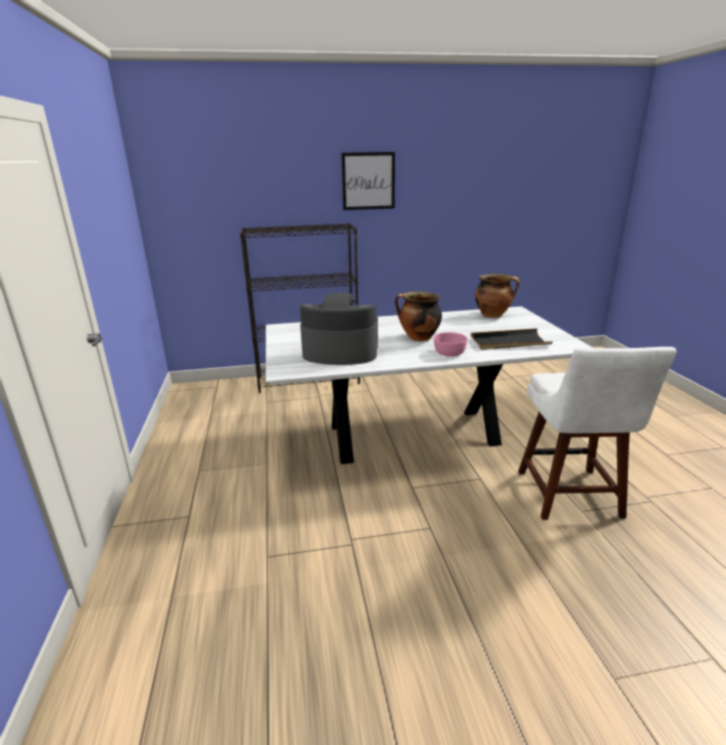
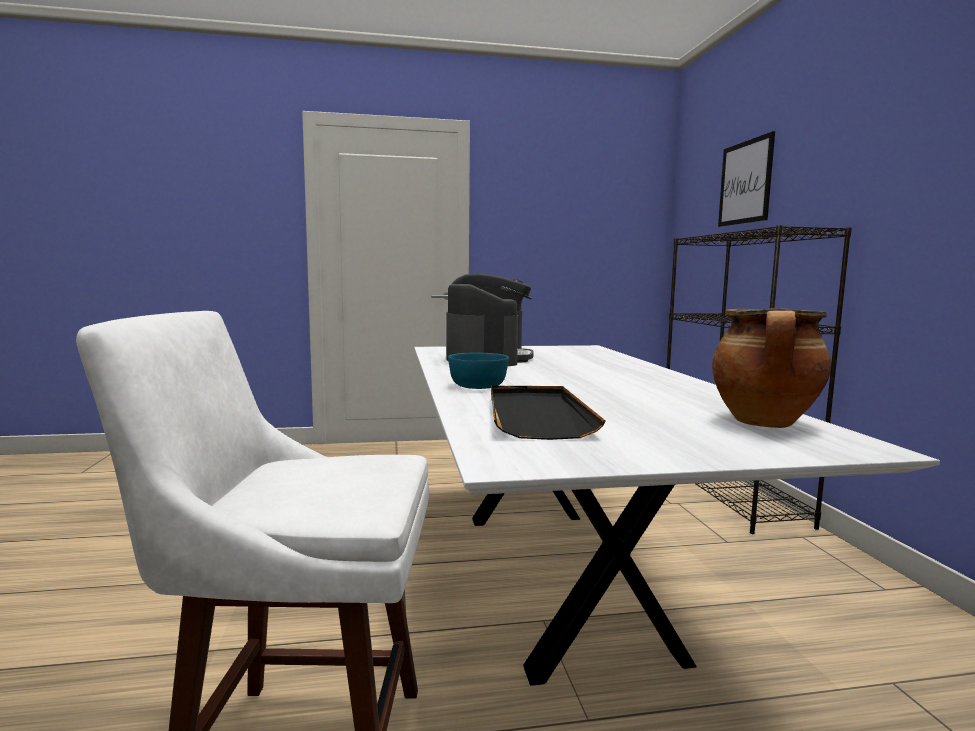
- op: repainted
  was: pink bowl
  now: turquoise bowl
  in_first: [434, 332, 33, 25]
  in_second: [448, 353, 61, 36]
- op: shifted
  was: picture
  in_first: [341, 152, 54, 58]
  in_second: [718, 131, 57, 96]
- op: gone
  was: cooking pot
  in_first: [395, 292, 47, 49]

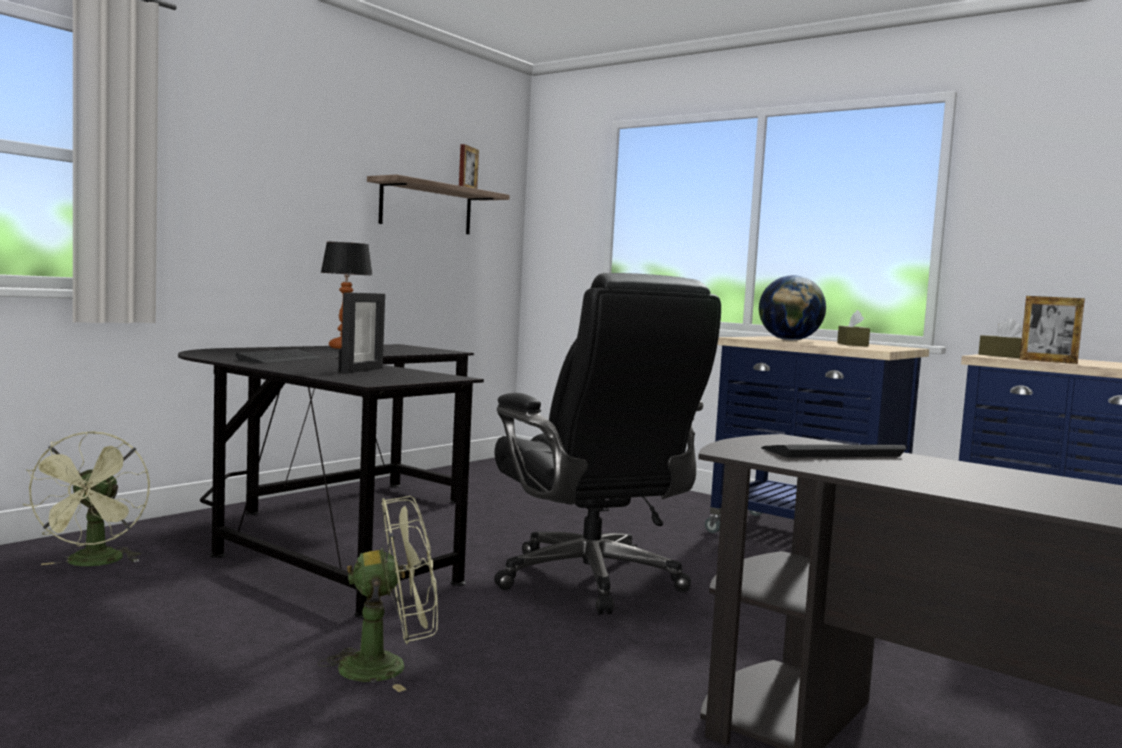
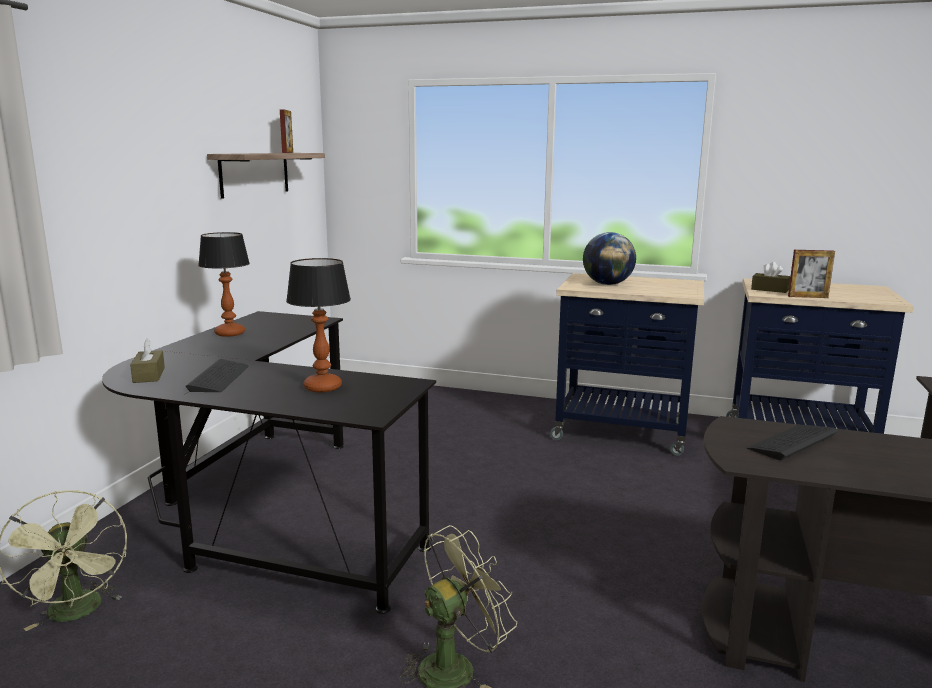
- op: shifted
  was: brown tissue box
  in_first: [837, 310, 33, 37]
  in_second: [130, 339, 35, 44]
- op: swapped
  was: picture frame
  now: table lamp
  in_first: [338, 292, 47, 81]
  in_second: [286, 258, 65, 134]
- op: gone
  was: black office chair
  in_first: [494, 273, 227, 341]

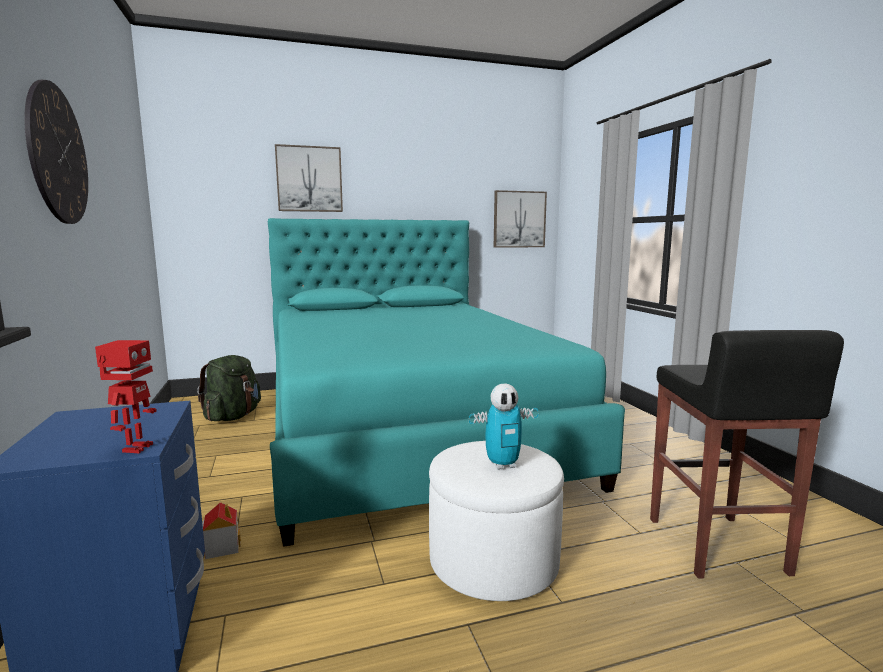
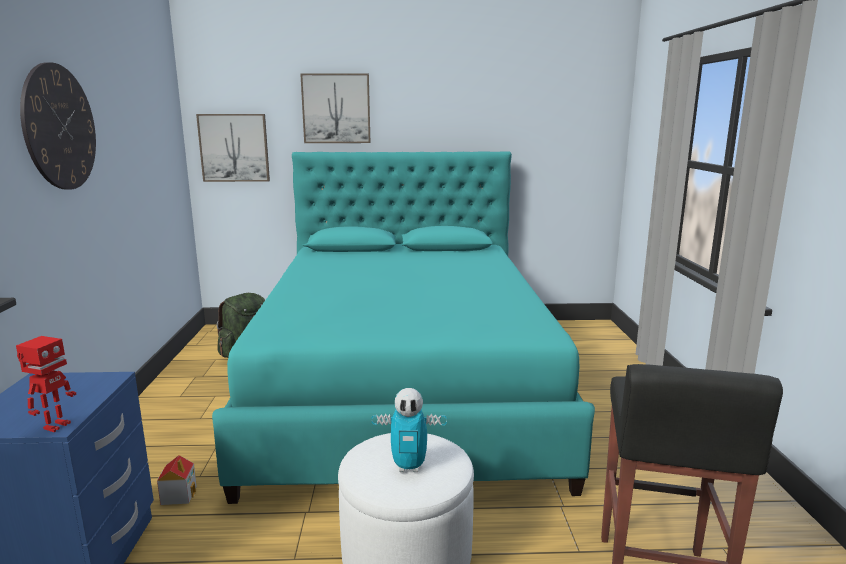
- op: shifted
  was: picture
  in_first: [494, 190, 53, 58]
  in_second: [196, 114, 74, 68]

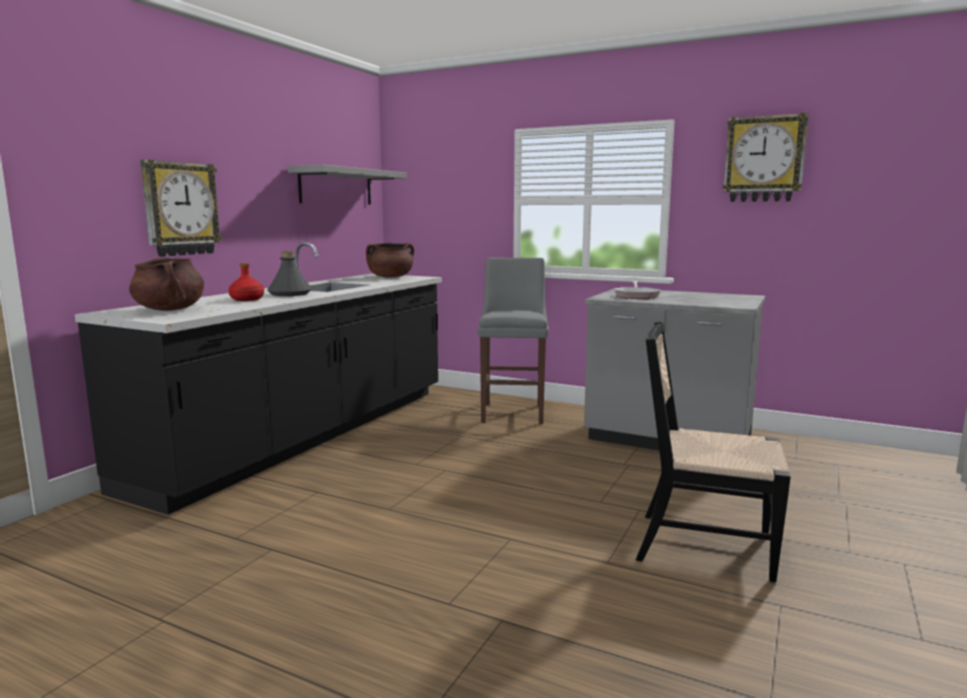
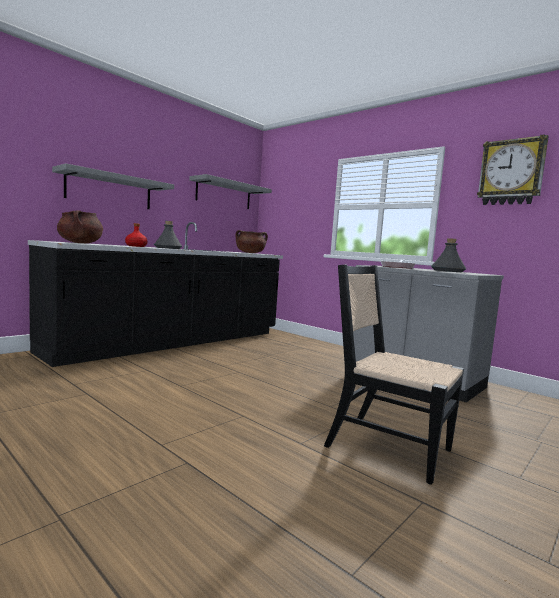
- op: swapped
  was: wall clock
  now: grey shelf
  in_first: [140, 160, 82, 97]
  in_second: [52, 163, 122, 46]
- op: new
  now: grey bottle
  in_second: [431, 238, 35, 34]
- op: gone
  was: grey stool
  in_first: [478, 257, 71, 167]

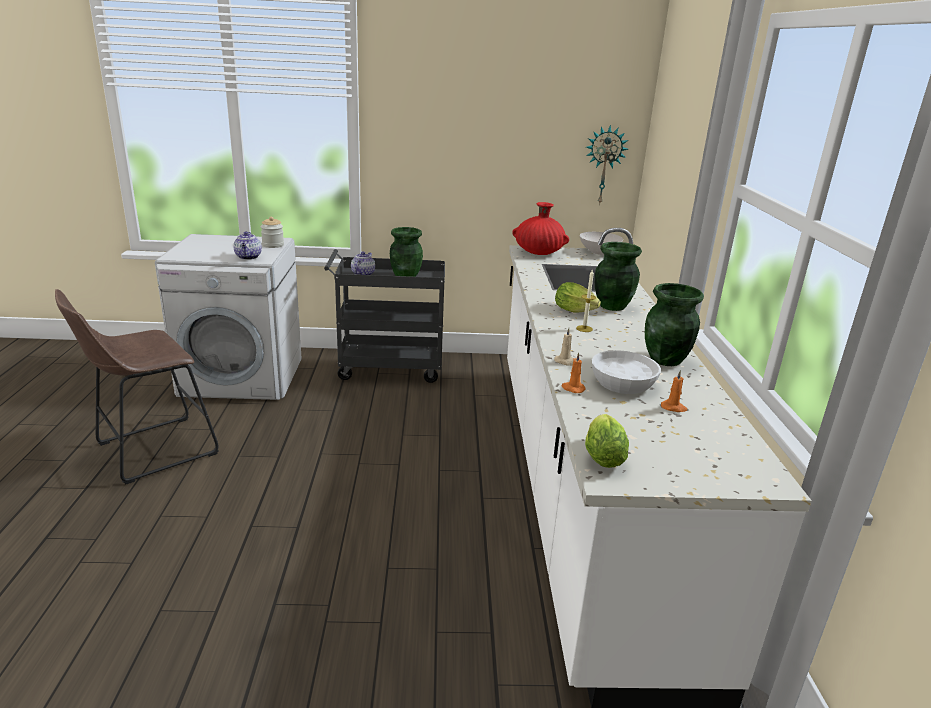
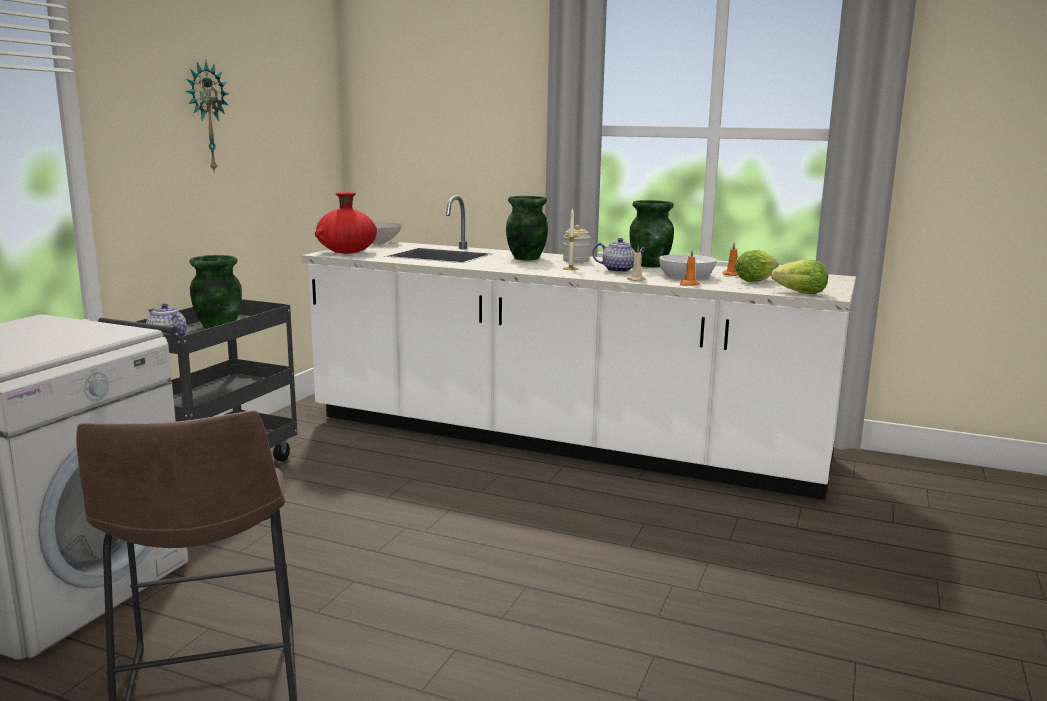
- op: shifted
  was: wall clock
  in_first: [586, 125, 42, 80]
  in_second: [186, 61, 43, 112]
- op: shifted
  was: jar
  in_first: [261, 217, 23, 31]
  in_second: [563, 225, 27, 38]
- op: shifted
  was: teapot
  in_first: [233, 232, 29, 28]
  in_second: [592, 238, 55, 34]
- op: shifted
  was: lettuce
  in_first: [555, 282, 46, 30]
  in_second: [735, 250, 44, 32]

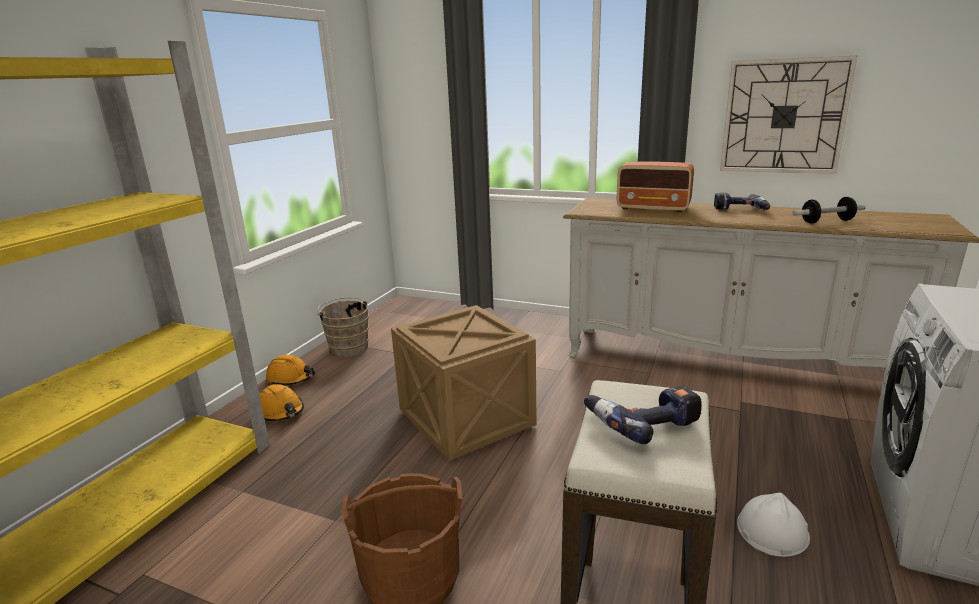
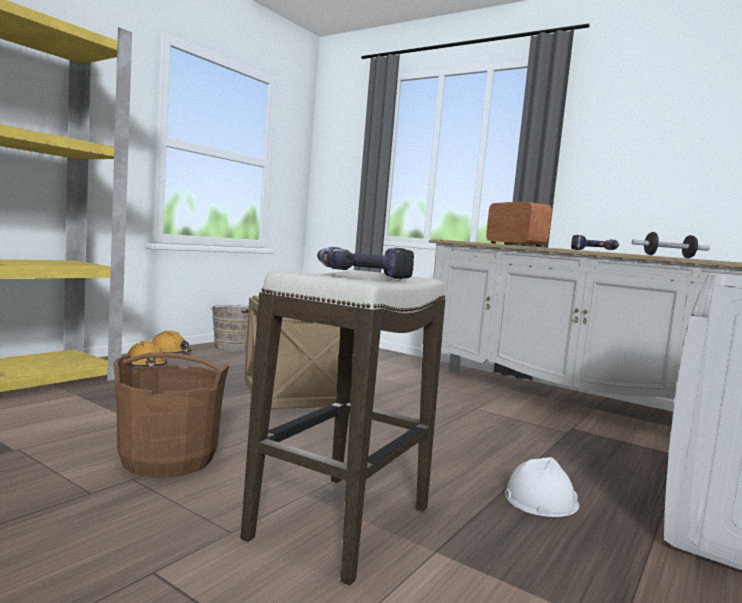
- op: rotated
  was: radio
  in_first: [616, 161, 78, 51]
  in_second: [486, 202, 66, 45]
  clockwise: -150
- op: gone
  was: wall clock
  in_first: [720, 55, 138, 119]

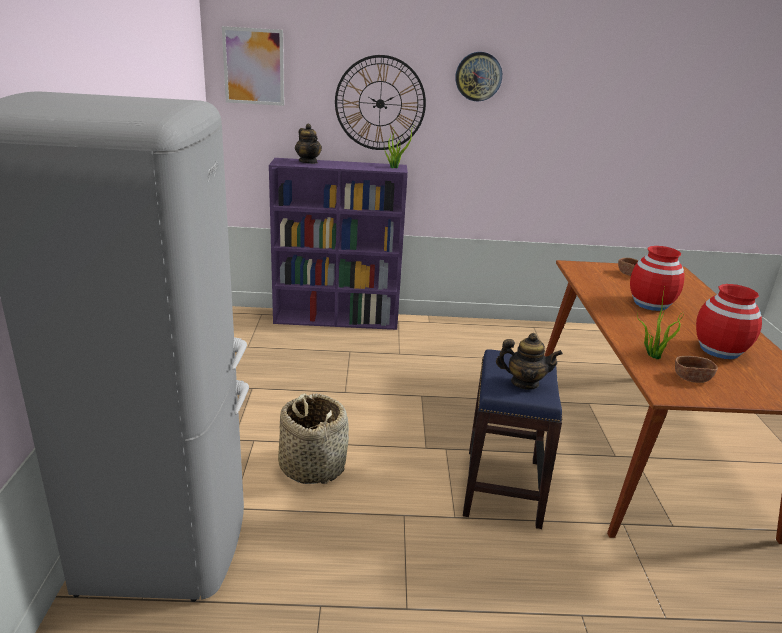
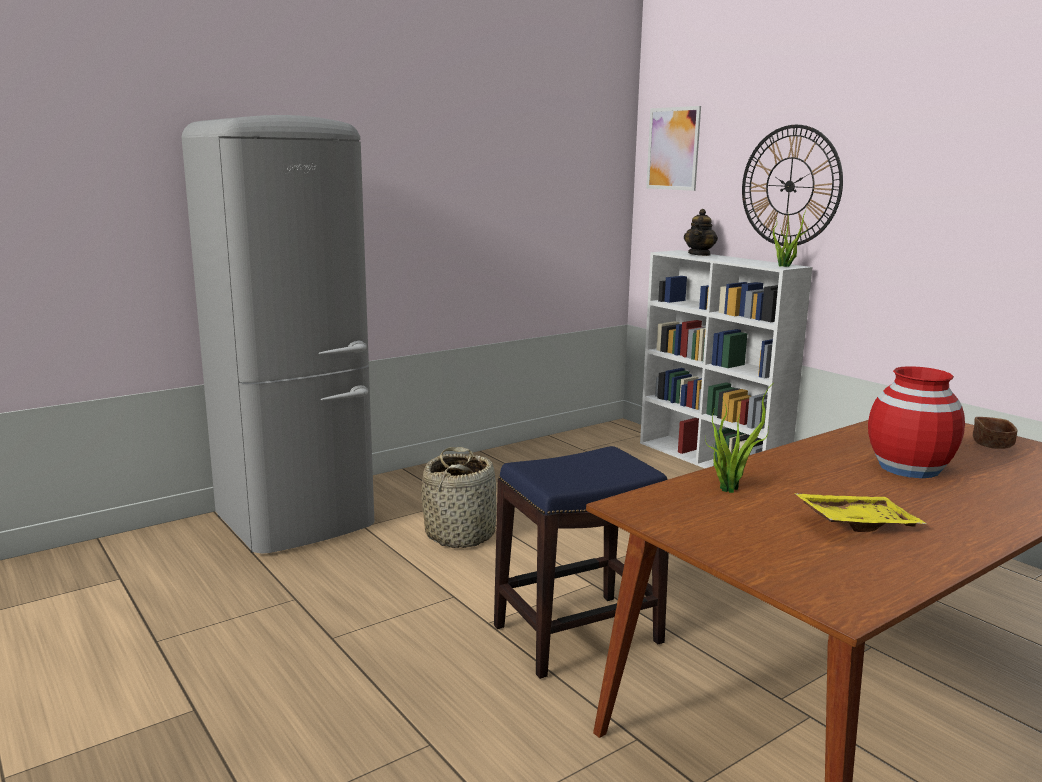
- op: repainted
  was: purple bookcase
  now: white bookcase
  in_first: [269, 158, 139, 172]
  in_second: [640, 250, 173, 218]
- op: swapped
  was: red vase
  now: yellow tray
  in_first: [696, 284, 66, 75]
  in_second: [794, 493, 133, 39]
- op: gone
  was: wall clock
  in_first: [455, 52, 47, 49]
- op: gone
  was: teapot
  in_first: [496, 333, 67, 57]
- op: gone
  was: brown bowl
  in_first: [675, 356, 43, 27]

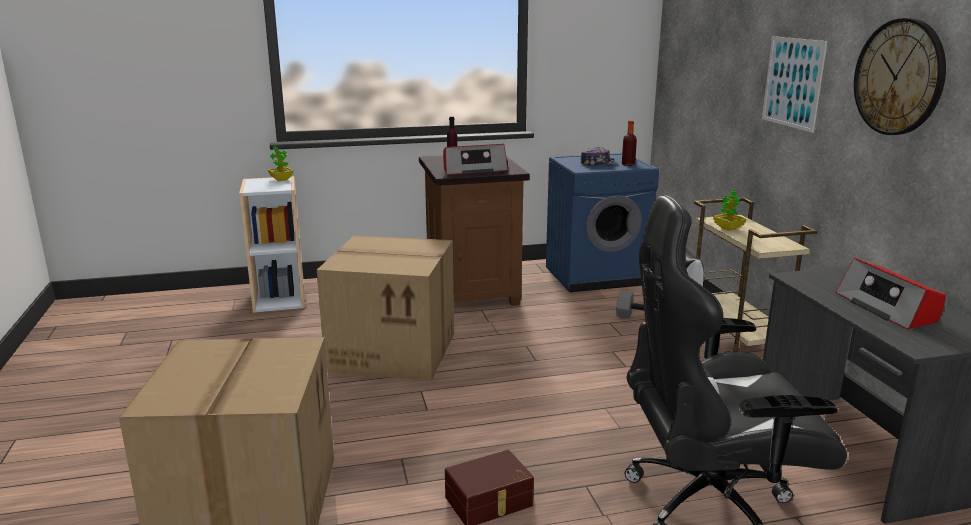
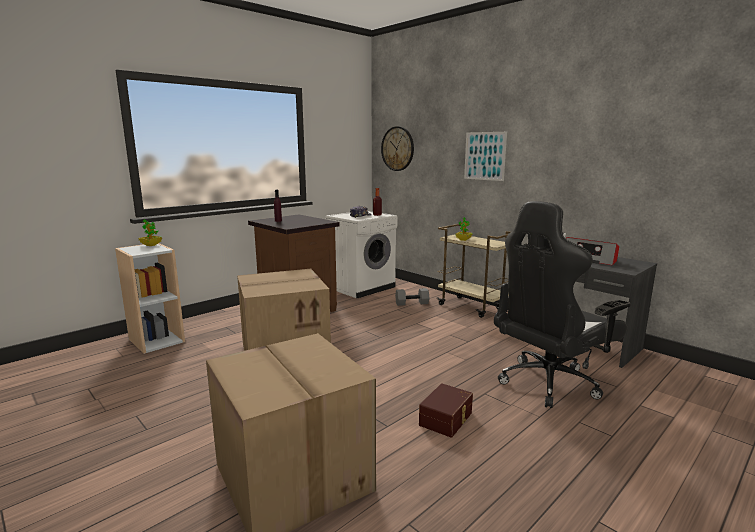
- op: repainted
  was: blue washing machine
  now: white washing machine
  in_first: [546, 153, 113, 139]
  in_second: [325, 211, 73, 88]
- op: shifted
  was: wall clock
  in_first: [854, 18, 92, 117]
  in_second: [381, 126, 33, 45]
- op: gone
  was: radio
  in_first: [443, 144, 65, 31]

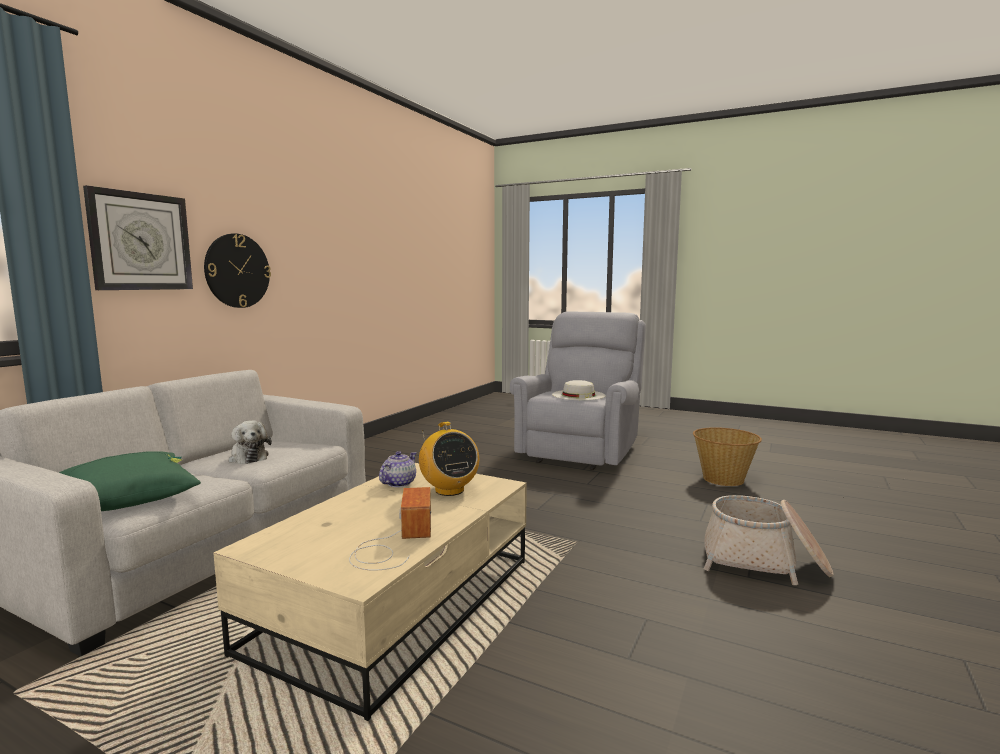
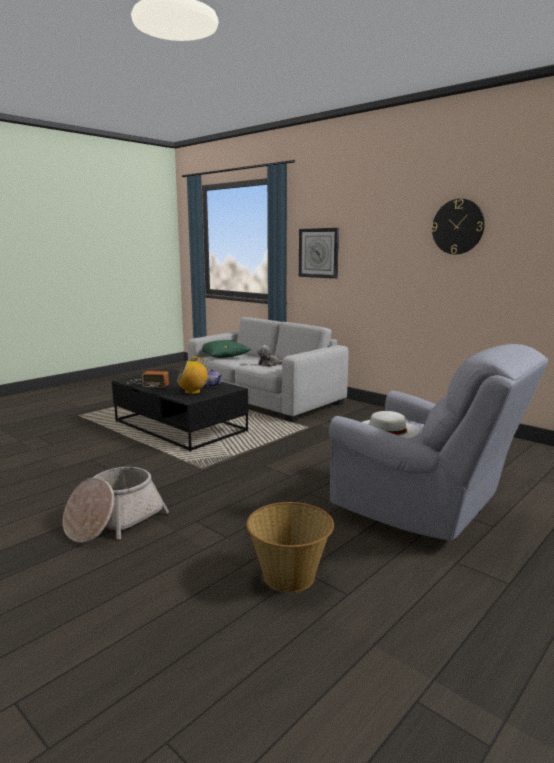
- op: repainted
  was: beige coffee table
  now: black coffee table
  in_first: [213, 463, 314, 258]
  in_second: [112, 369, 136, 83]
- op: shifted
  was: wall clock
  in_first: [204, 233, 67, 75]
  in_second: [432, 199, 53, 55]

